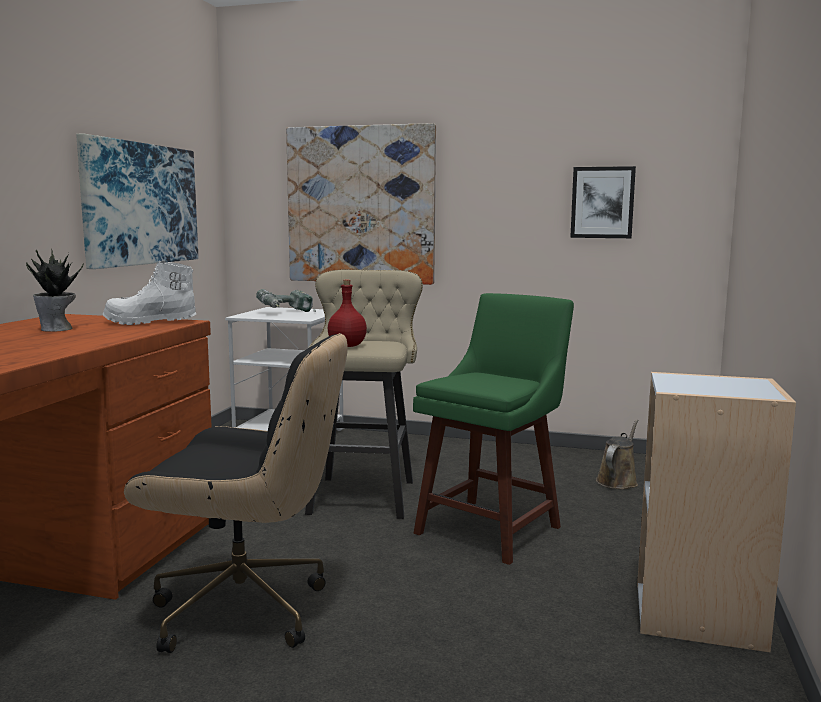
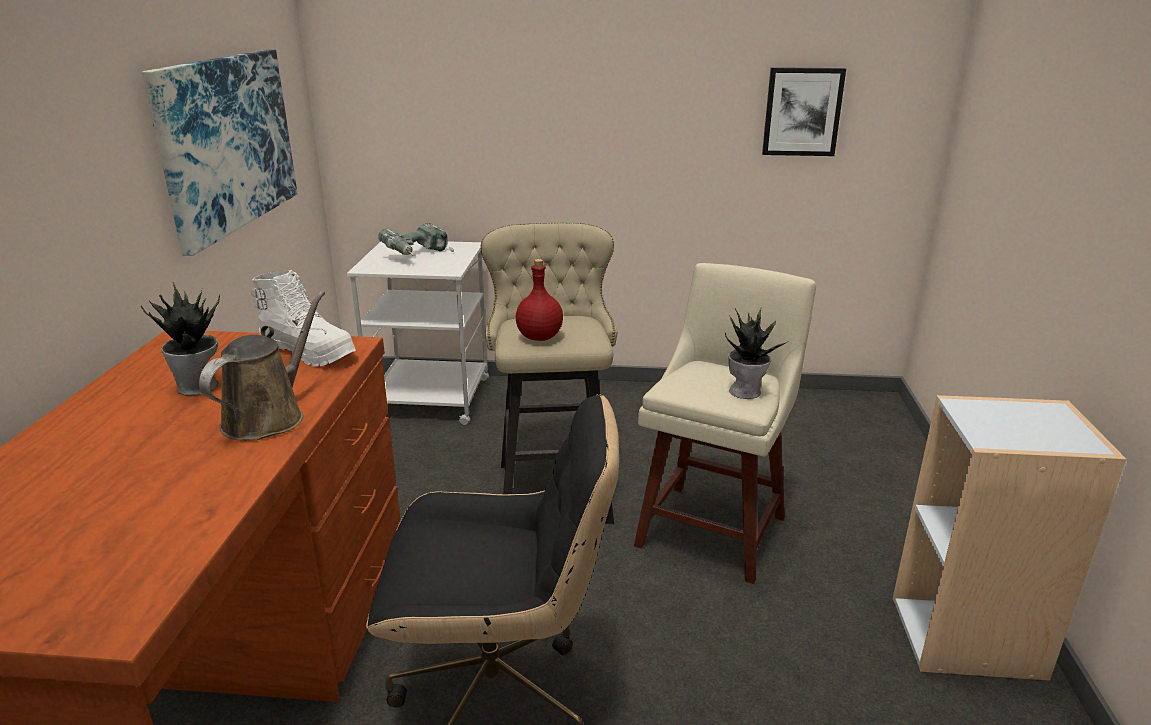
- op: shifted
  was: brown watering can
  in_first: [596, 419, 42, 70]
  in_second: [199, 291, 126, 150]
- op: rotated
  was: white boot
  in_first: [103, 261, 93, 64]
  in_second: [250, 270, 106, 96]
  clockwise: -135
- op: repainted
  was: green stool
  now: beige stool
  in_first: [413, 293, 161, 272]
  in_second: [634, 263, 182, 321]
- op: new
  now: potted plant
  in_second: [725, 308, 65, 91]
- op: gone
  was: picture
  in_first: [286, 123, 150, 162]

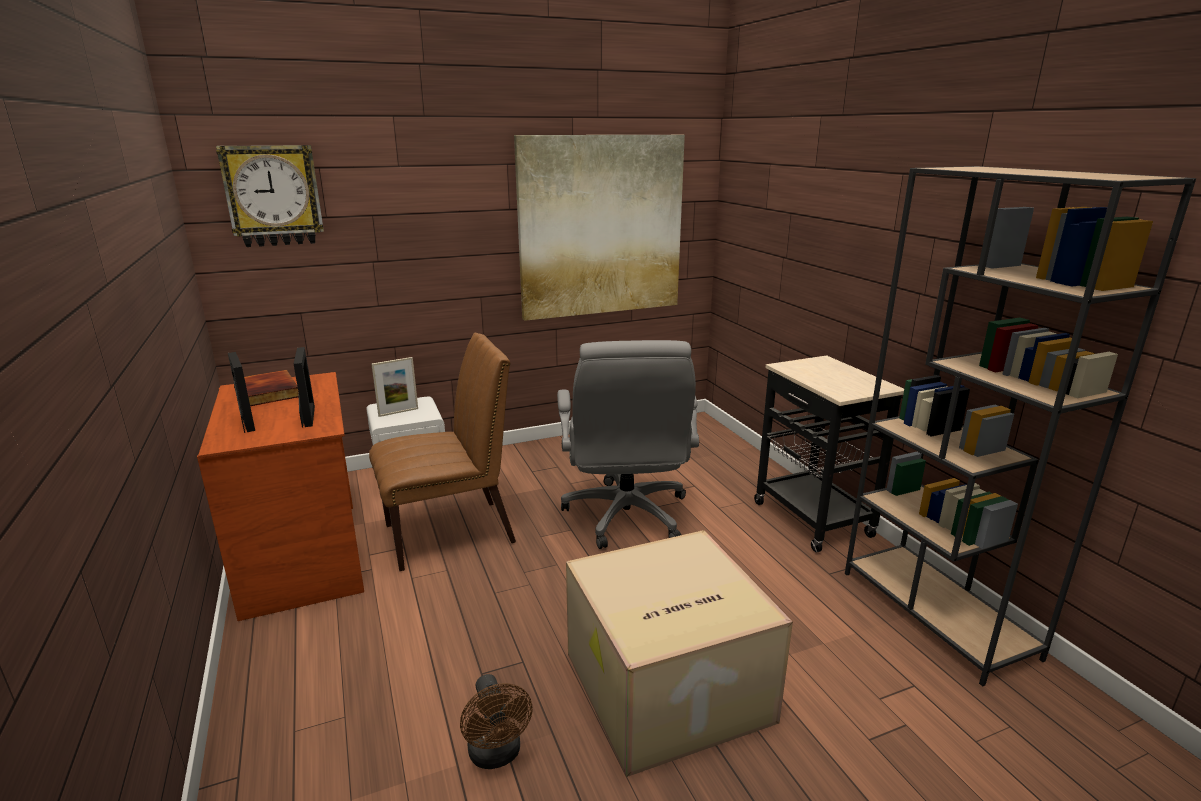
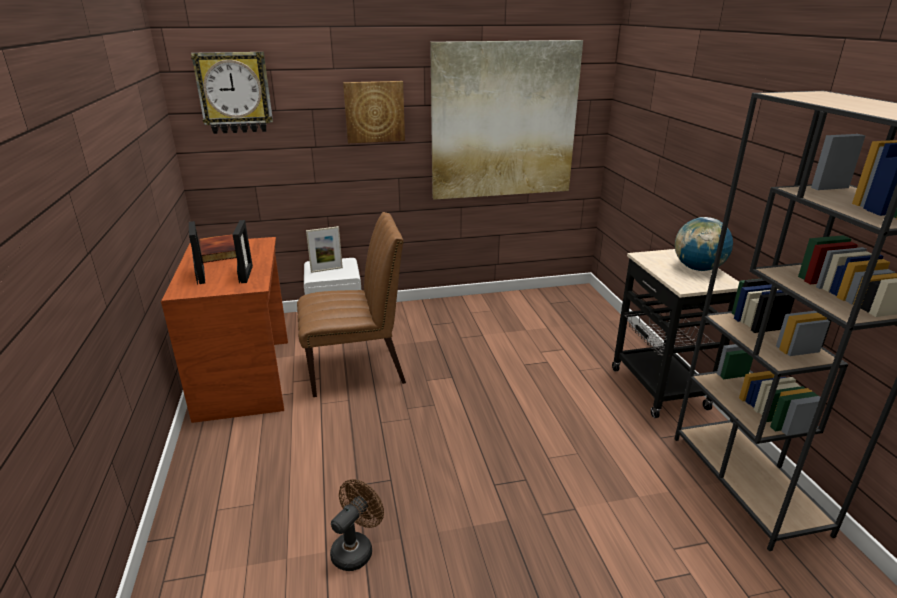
- op: rotated
  was: brown fan
  in_first: [460, 674, 73, 95]
  in_second: [330, 479, 54, 92]
  clockwise: -135
- op: new
  now: picture
  in_second: [343, 81, 62, 62]
- op: new
  now: globe
  in_second: [675, 217, 58, 54]
- op: gone
  was: grey office chair
  in_first: [557, 340, 142, 209]
- op: gone
  was: cardboard box
  in_first: [566, 530, 227, 247]

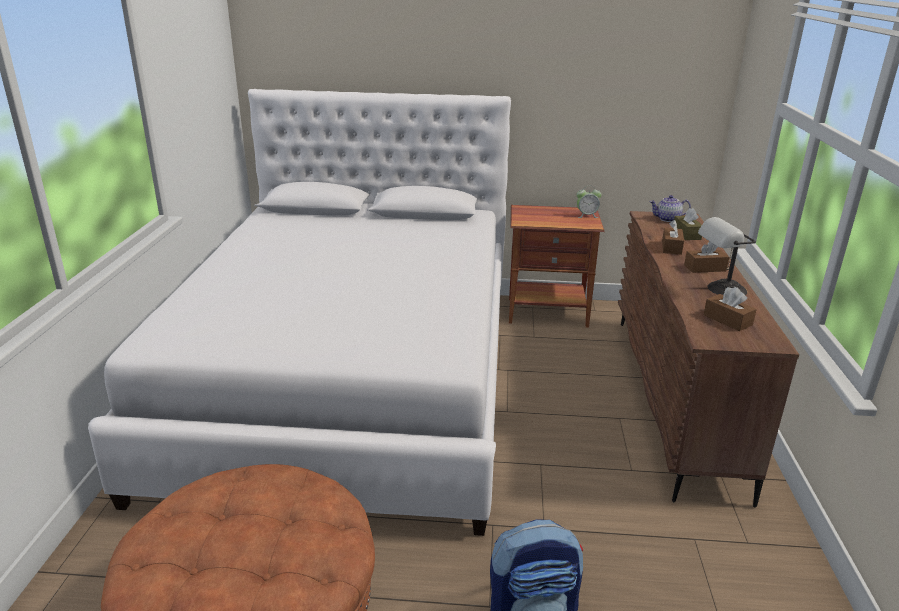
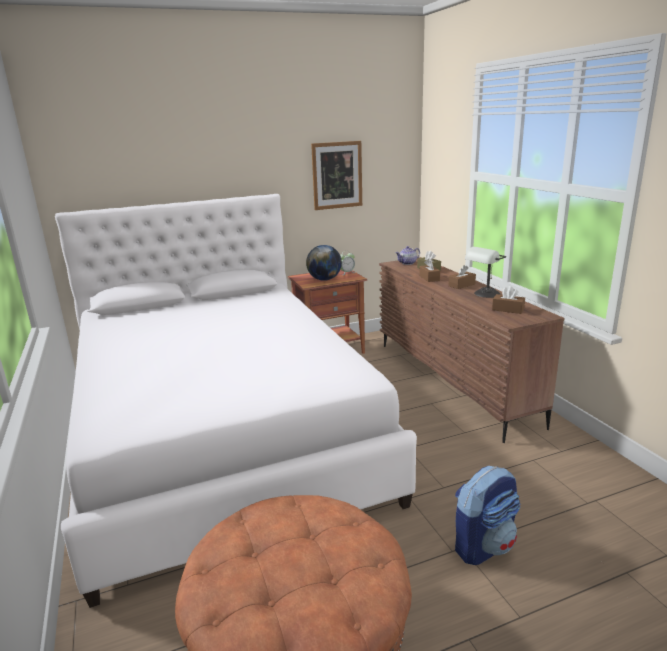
- op: new
  now: globe
  in_second: [306, 245, 36, 36]
- op: new
  now: picture
  in_second: [311, 141, 51, 69]

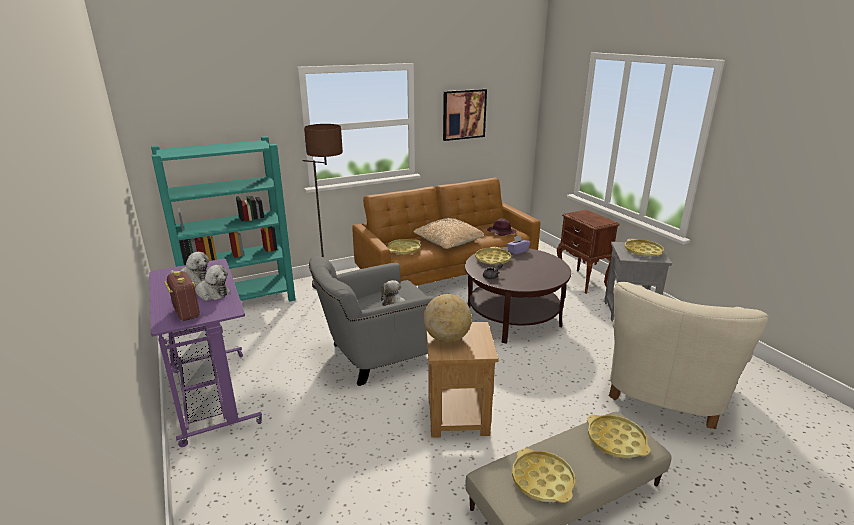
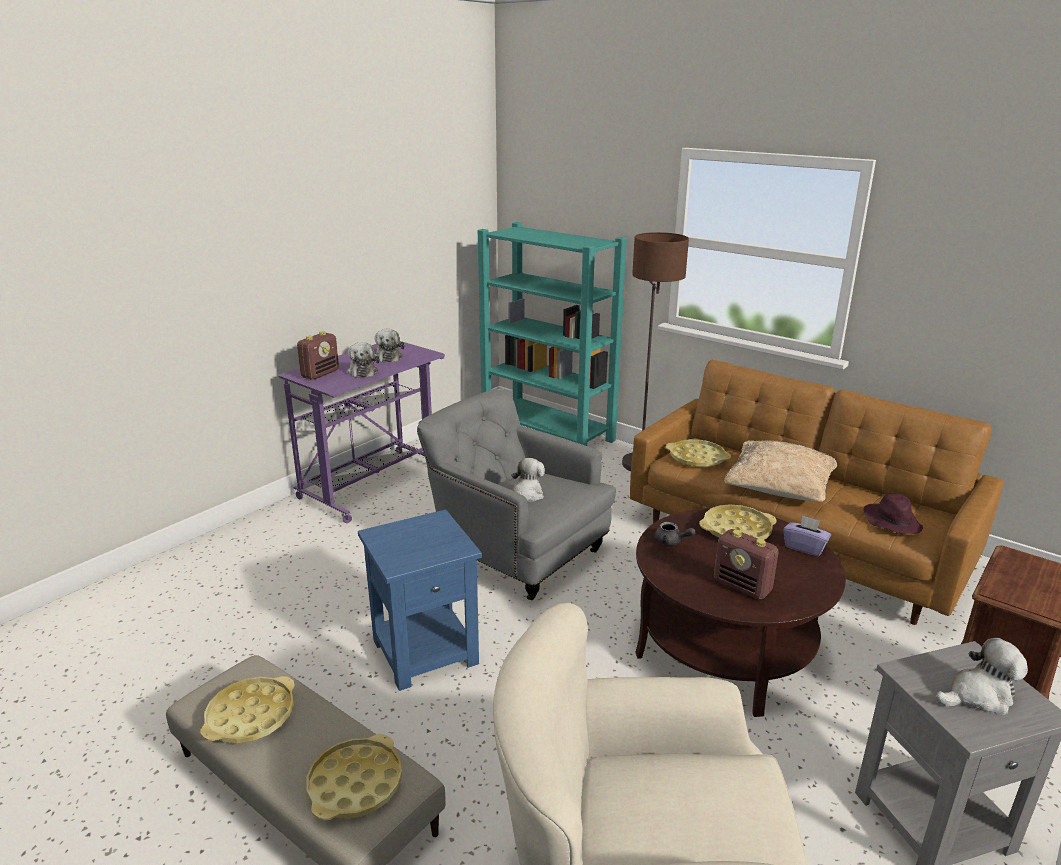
- op: repainted
  was: brown side table
  now: blue side table
  in_first: [426, 322, 73, 116]
  in_second: [358, 510, 124, 181]
- op: new
  now: radio
  in_second: [714, 529, 65, 70]
- op: swapped
  was: yellow tray
  now: plush toy
  in_first: [625, 239, 39, 18]
  in_second: [935, 638, 93, 78]
- op: gone
  was: globe
  in_first: [424, 294, 48, 49]
- op: gone
  was: picture
  in_first: [443, 89, 44, 52]

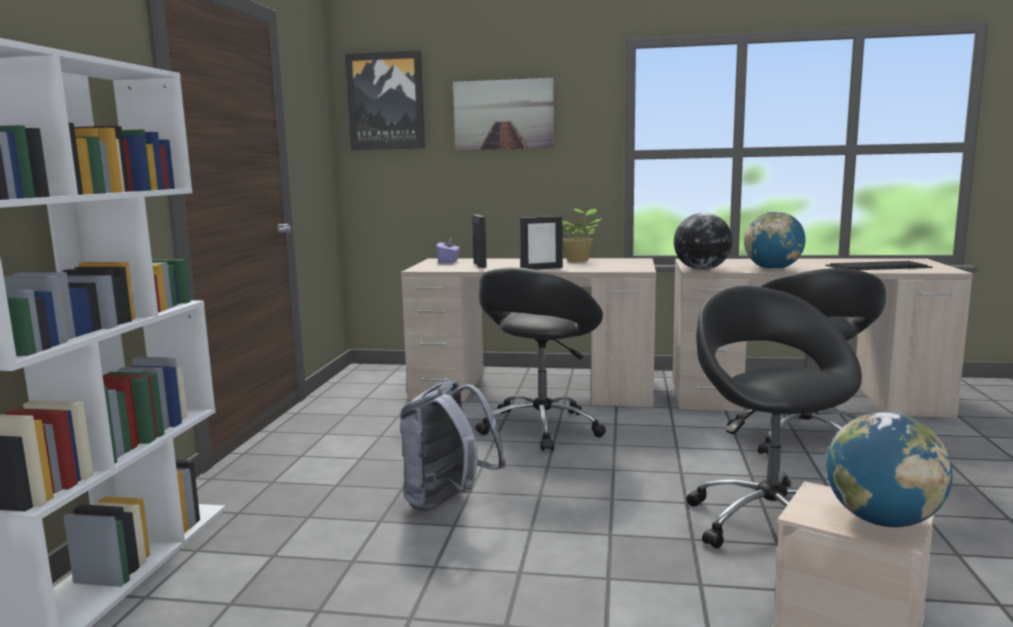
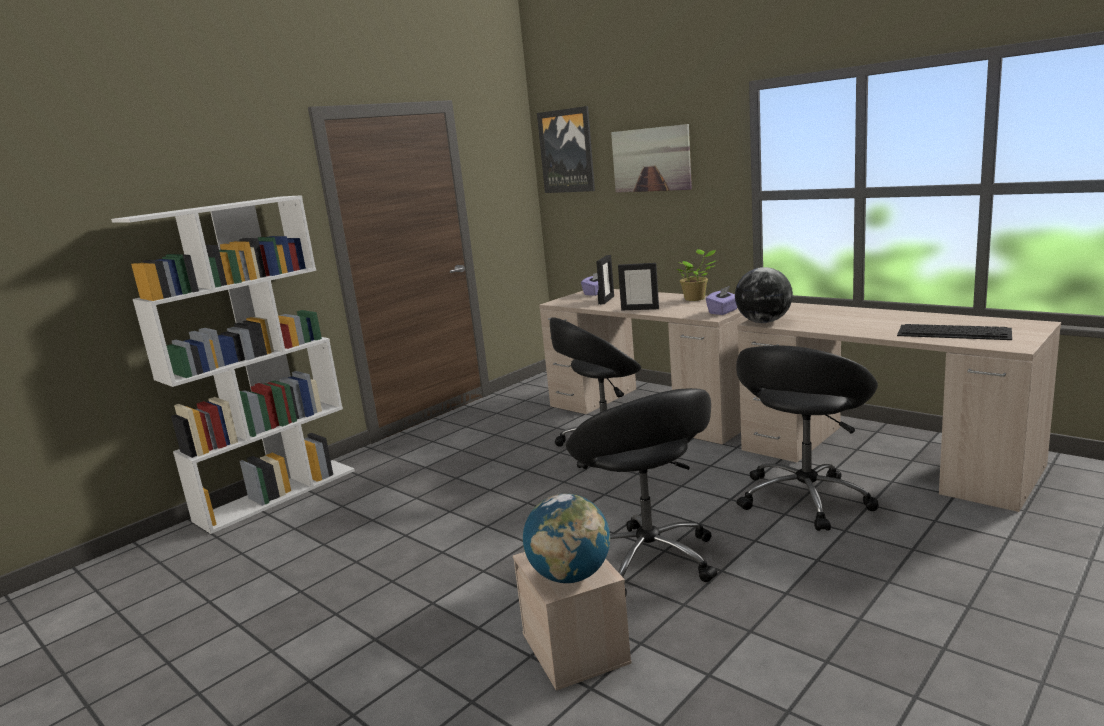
- op: rotated
  was: black office chair
  in_first: [686, 286, 176, 262]
  in_second: [566, 388, 151, 208]
  clockwise: 150
- op: new
  now: purple tissue box
  in_second: [706, 286, 31, 29]
- op: gone
  was: grey backpack
  in_first: [400, 380, 106, 131]
- op: gone
  was: globe
  in_first: [744, 211, 62, 59]

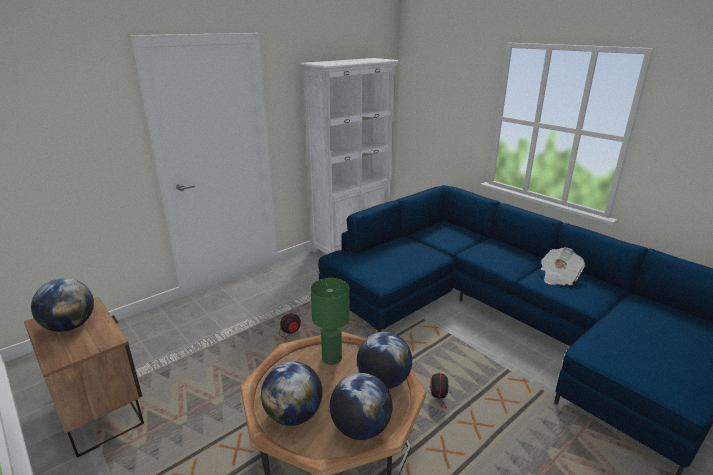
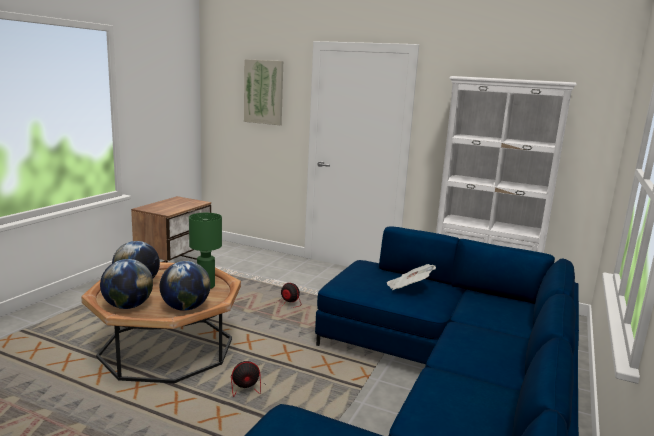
- op: new
  now: picture
  in_second: [244, 59, 39, 66]
- op: shifted
  was: newspaper
  in_first: [541, 247, 44, 38]
  in_second: [387, 264, 49, 26]
- op: gone
  was: globe
  in_first: [31, 278, 63, 54]

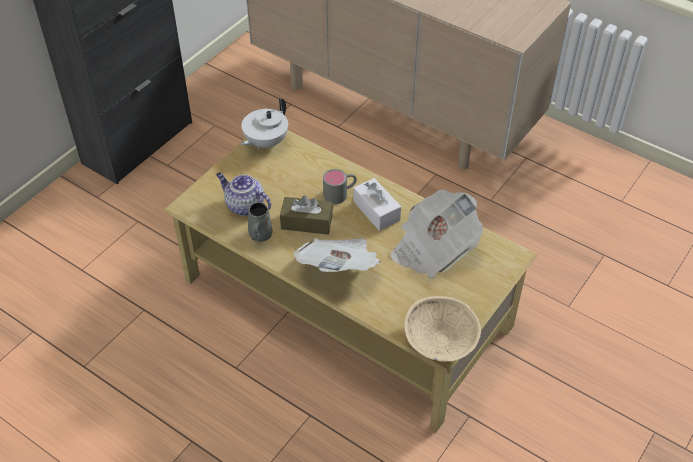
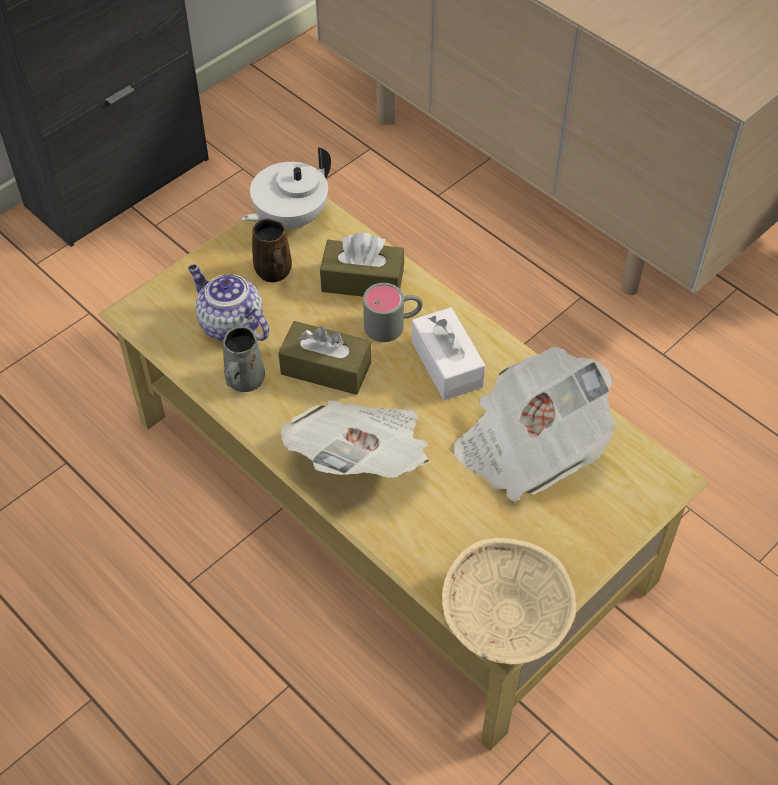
- op: new
  now: brown mug
  in_second: [252, 218, 40, 64]
- op: new
  now: brown tissue box
  in_second: [320, 233, 84, 64]

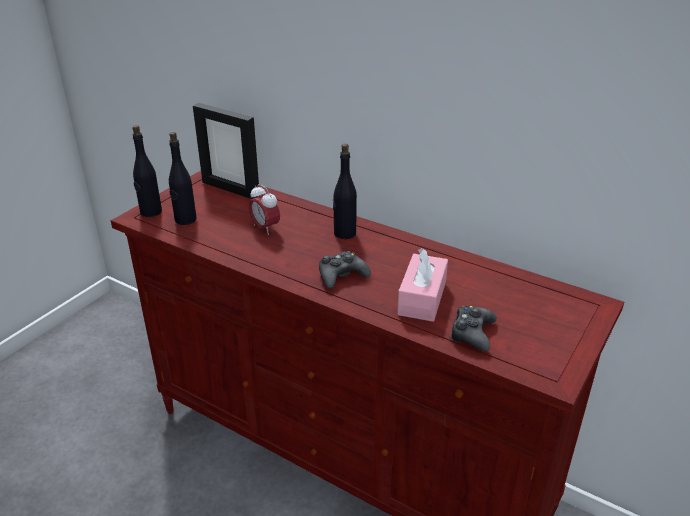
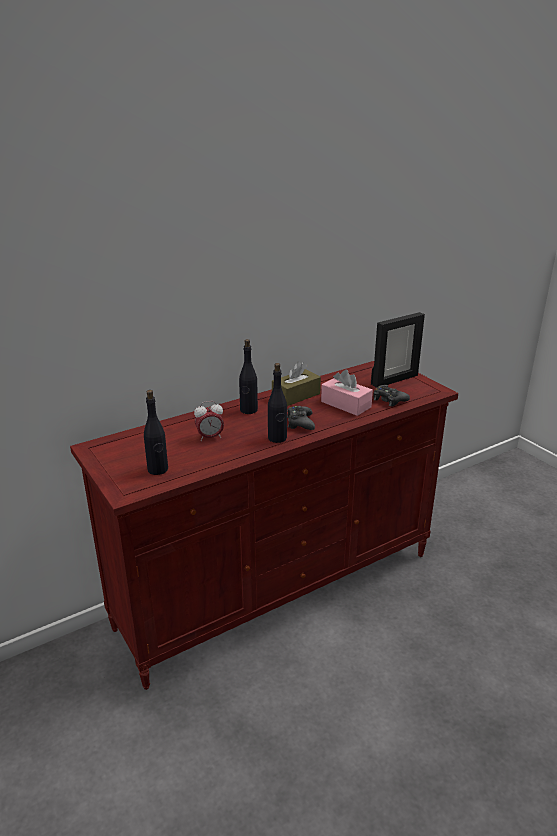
- op: shifted
  was: black bottle
  in_first: [132, 125, 30, 92]
  in_second: [268, 363, 19, 80]
- op: new
  now: brown tissue box
  in_second: [272, 362, 49, 44]
- op: shifted
  was: picture frame
  in_first: [193, 103, 66, 96]
  in_second: [371, 312, 54, 76]

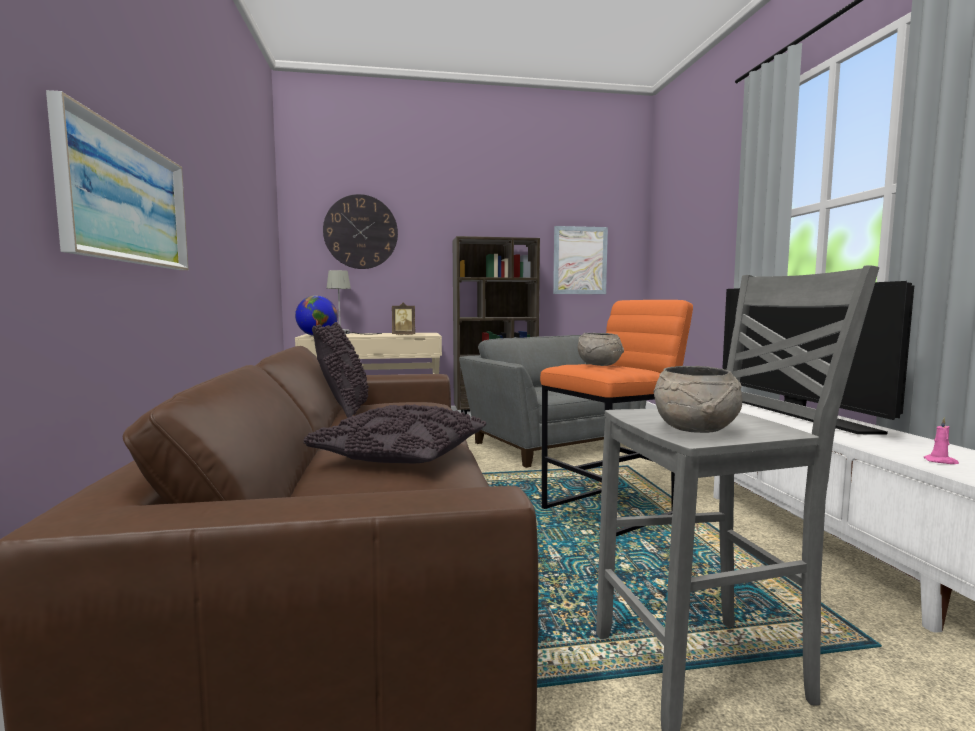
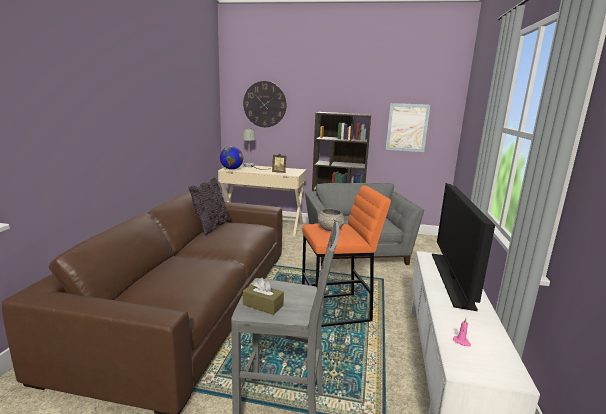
- op: swapped
  was: grey bowl
  now: brown tissue box
  in_first: [654, 366, 89, 67]
  in_second: [243, 278, 41, 37]
- op: gone
  was: picture
  in_first: [46, 90, 143, 180]
- op: gone
  was: black pillow
  in_first: [303, 404, 183, 59]

